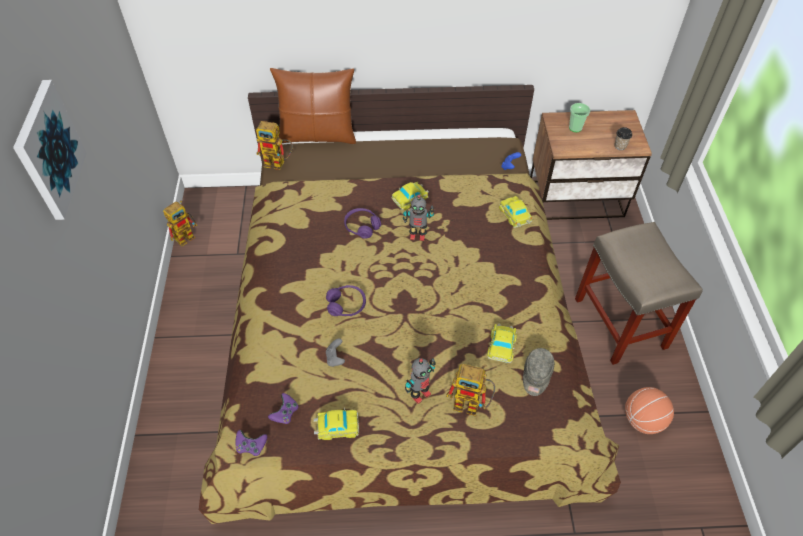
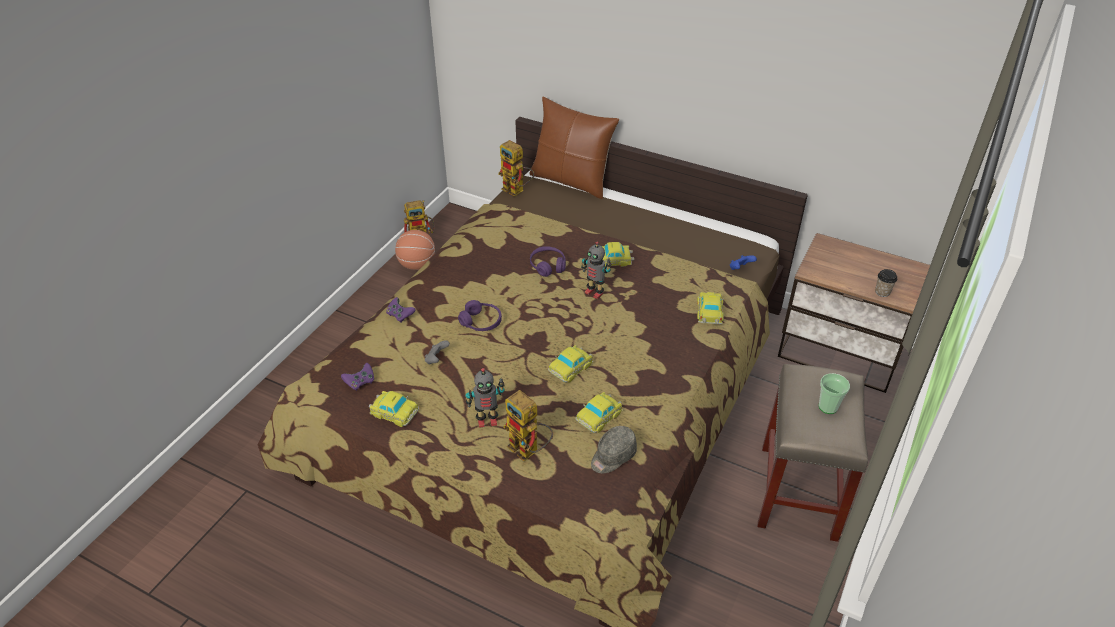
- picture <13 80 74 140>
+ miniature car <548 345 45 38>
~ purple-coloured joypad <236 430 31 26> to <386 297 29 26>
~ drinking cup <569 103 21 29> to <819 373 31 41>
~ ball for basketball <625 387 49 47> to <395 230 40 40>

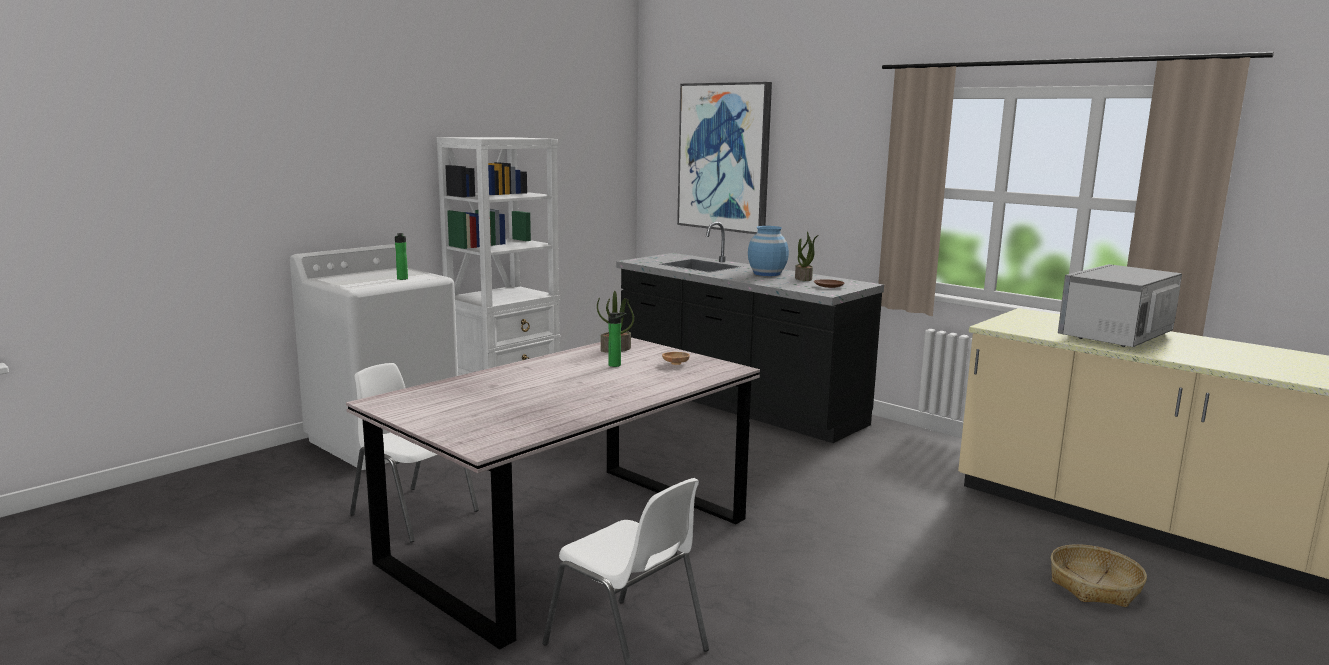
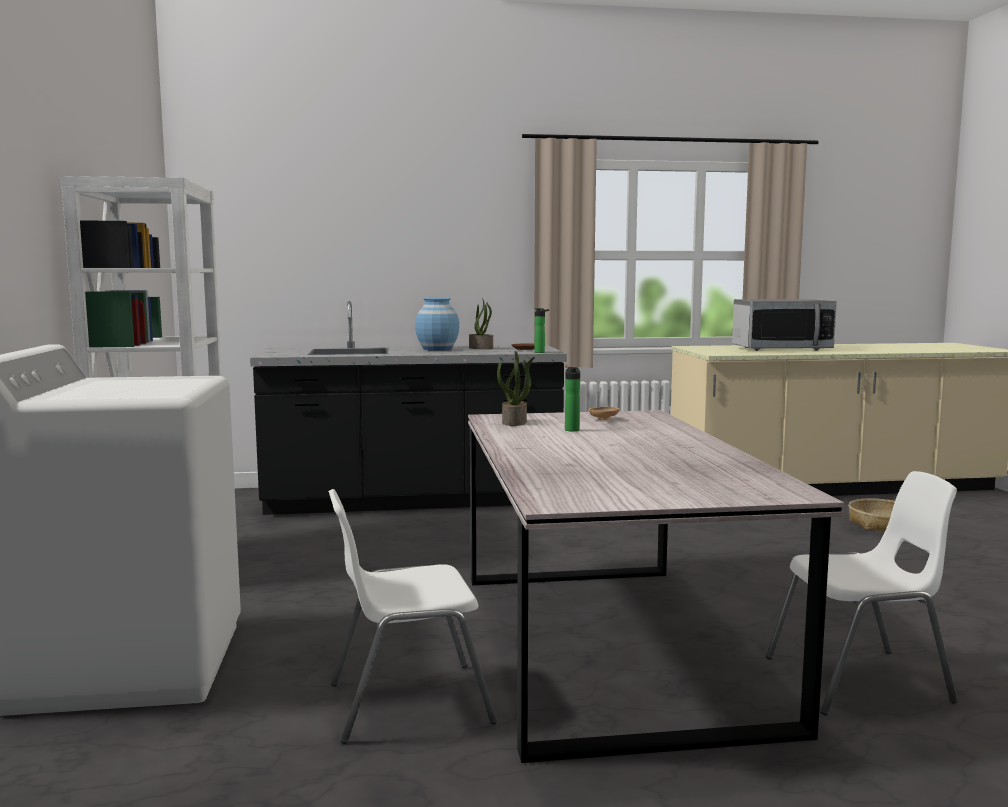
- picture <677 82 95 152>
~ drink bottle <395 233 13 47> to <535 308 14 45>
~ kitchen microwave <1058 264 124 83> = <732 299 105 52> 90 degrees counterclockwise

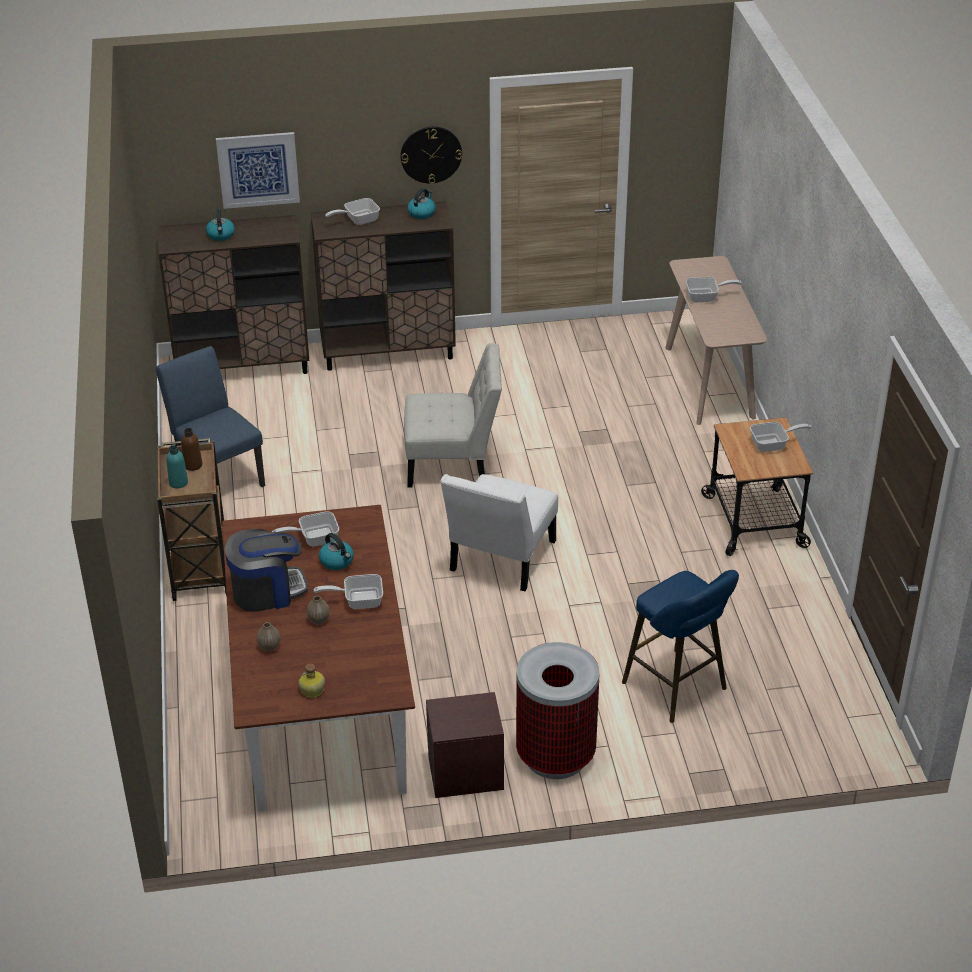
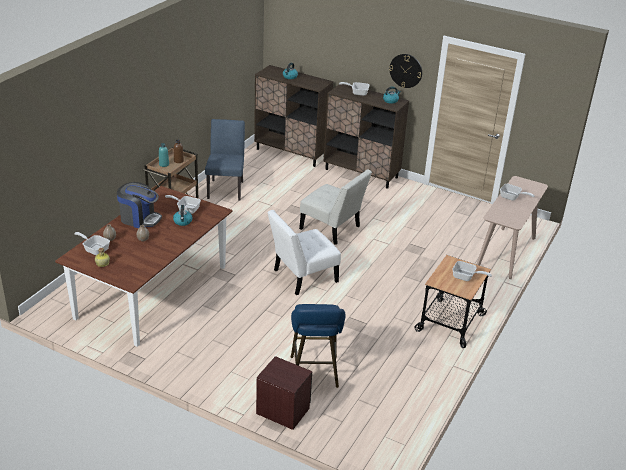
- picture <216 132 84 77>
- trash can <516 642 84 137>
~ pan <314 574 69 35> to <74 232 36 23>
~ brownish nightstand <426 692 78 106> to <256 356 56 74>

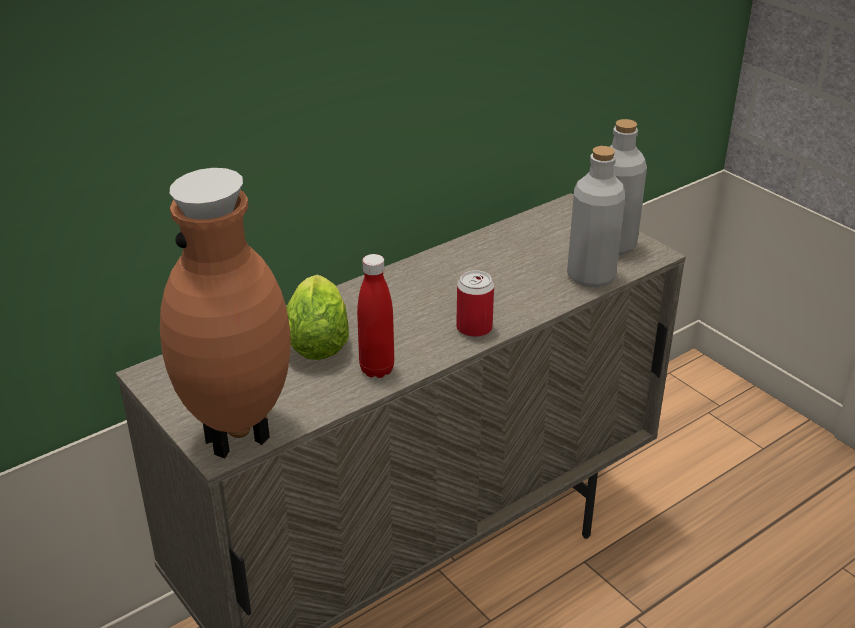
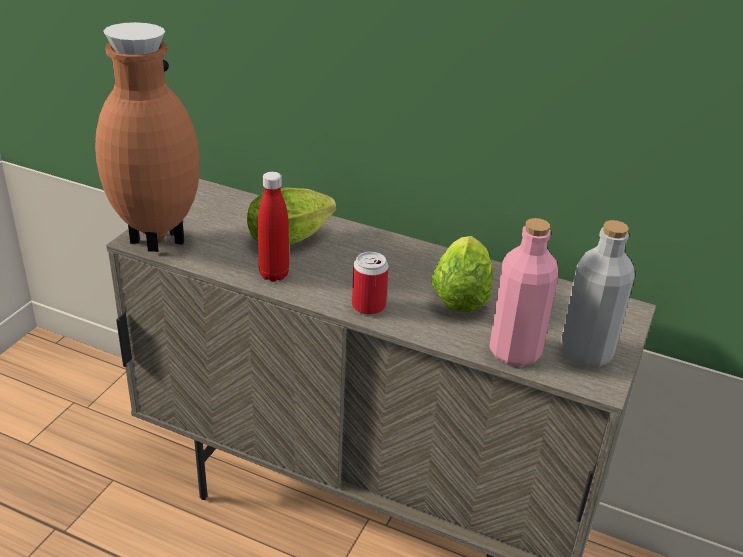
+ lettuce <431 236 62 76>
~ greyish drink bottle <567 146 58 141> to pink-coloured drink bottle <490 218 68 148>

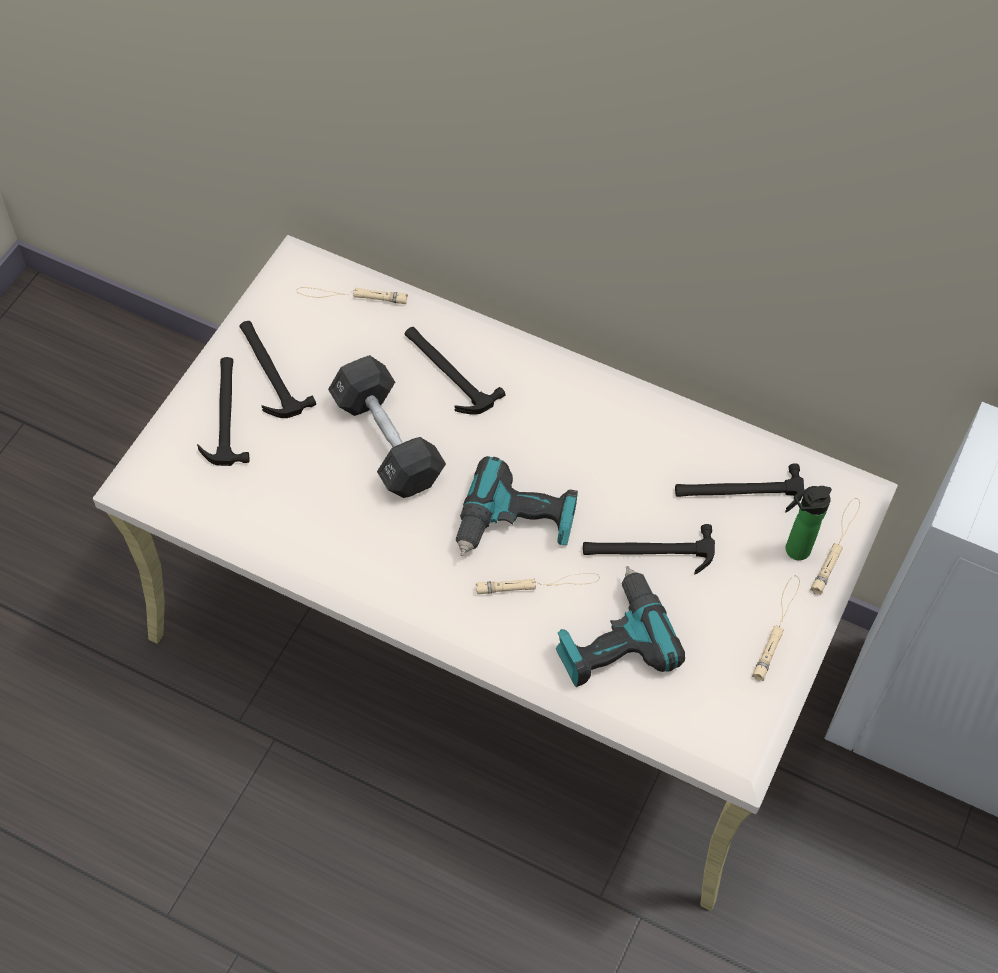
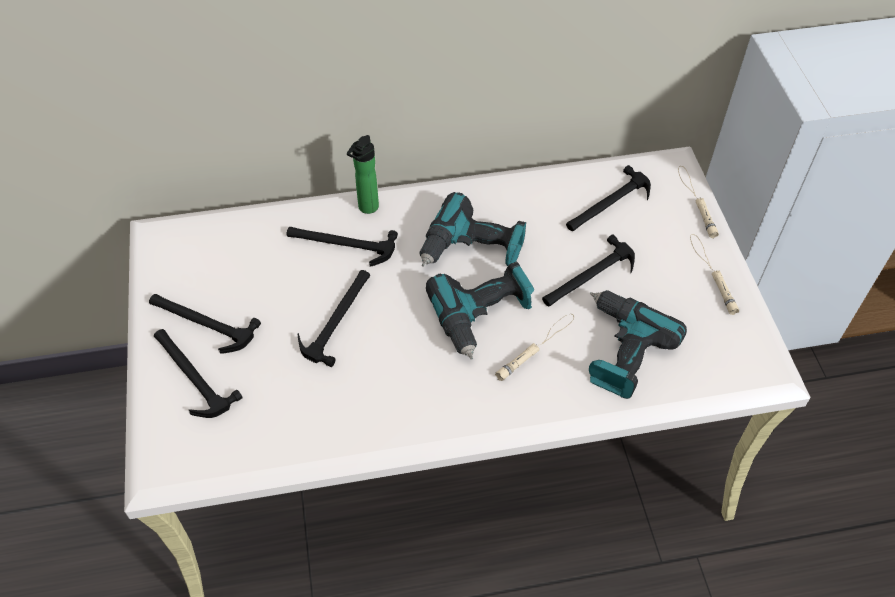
- sand-coloured hand torch <296 287 112 17>
+ power drill <419 192 107 75>
~ drink bottle <786 486 46 74> to <347 135 32 79>
~ blackish dumbbell <328 355 118 143> to hammer <298 270 72 97>

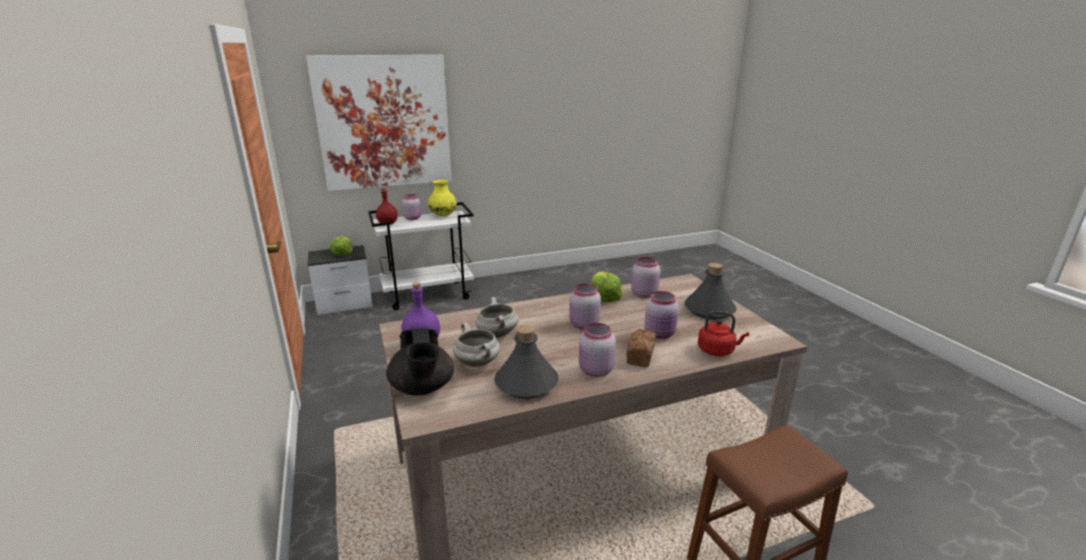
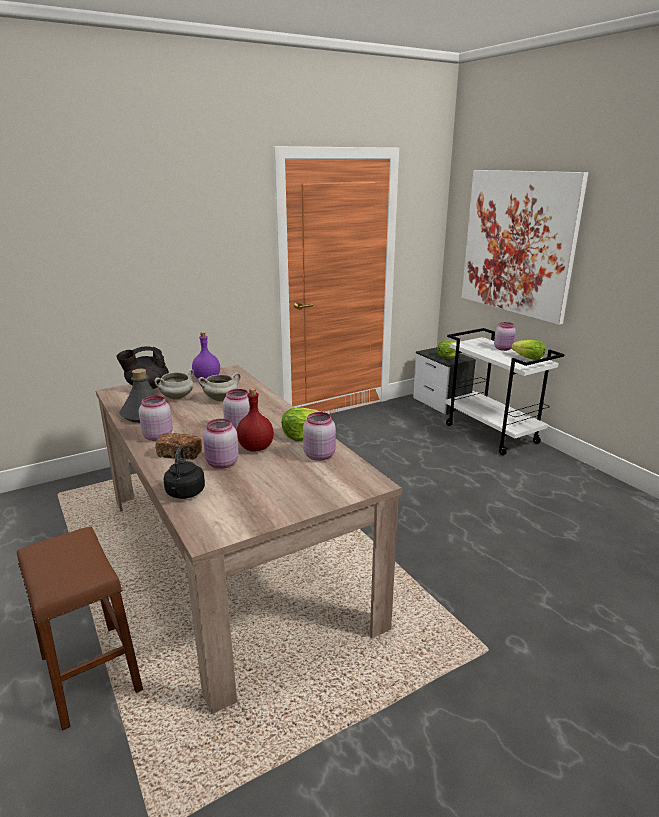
- greyish drink bottle <684 263 53 57>
~ red-coloured drink bottle <376 188 22 37> to <237 388 37 63>
~ yellow flower vase <428 180 29 36> to lettuce <511 340 34 20>
~ red-coloured water kettle <698 311 51 45> to blackish water kettle <164 446 41 53>

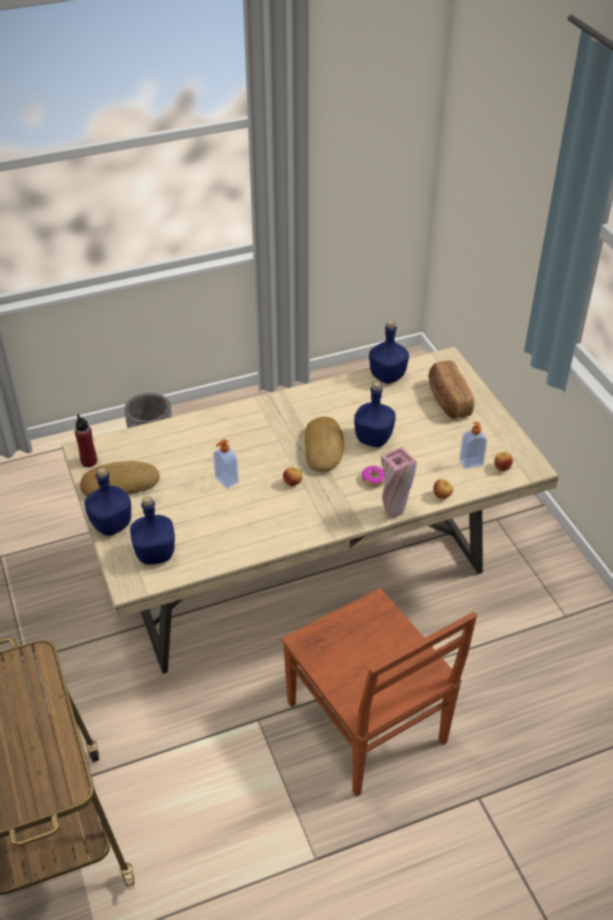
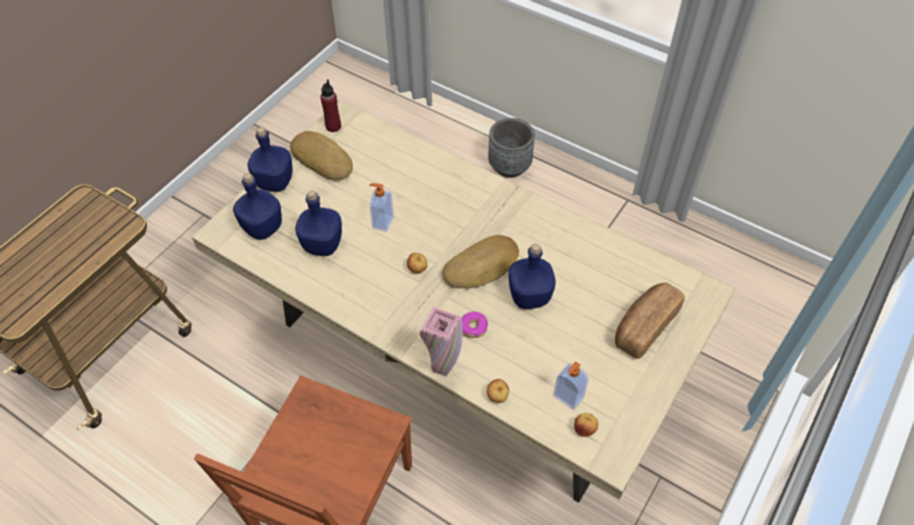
~ bluish drink bottle <369 321 40 63> to <295 190 47 66>

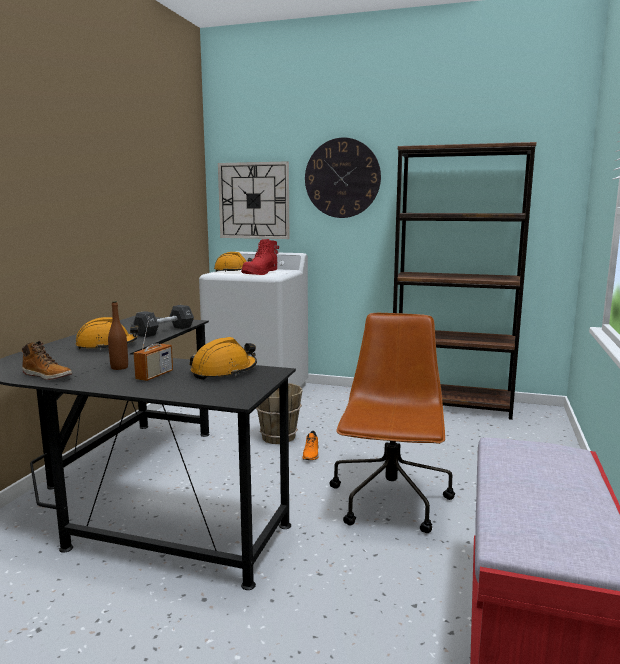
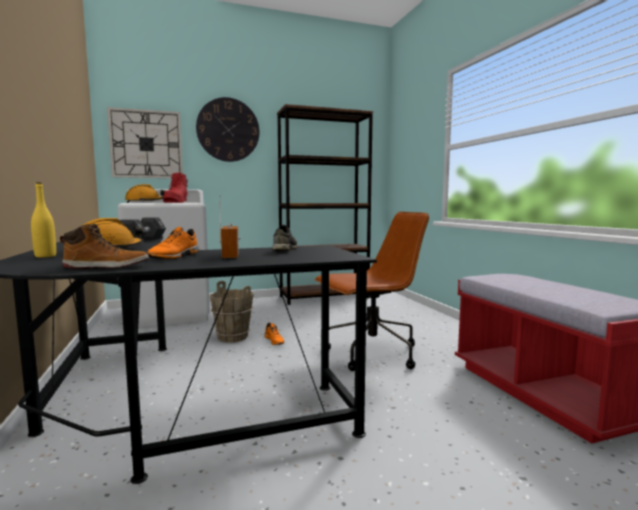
+ yellow drink bottle <31 182 25 76>
~ brownish drink bottle <108 301 20 69> to orangey low shoe <147 227 52 32>
~ orangey hard hat <190 337 67 43> to greyish low shoe <272 225 26 26>
~ brownish office chair <330 313 125 220> = <315 212 114 159> 90 degrees clockwise

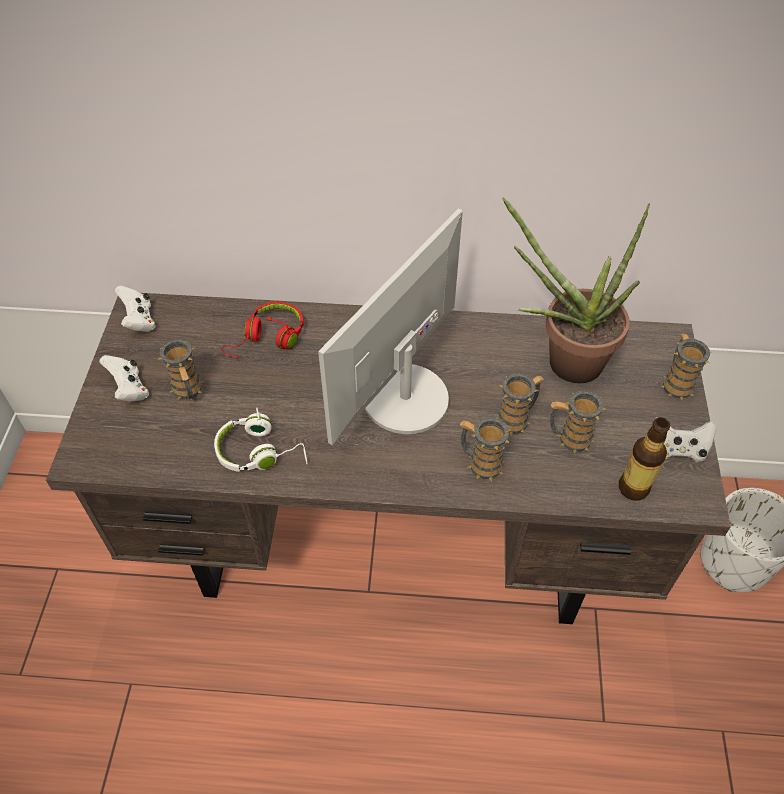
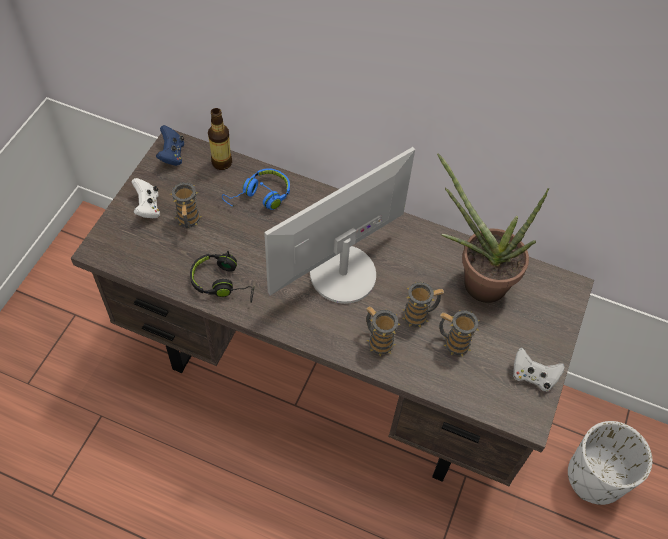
- tea mug <660 333 51 68>
~ drink bottle <619 417 51 84> to <208 108 24 62>
~ whitish joypad <115 286 40 46> to bluish joypad <156 125 28 41>
~ whitish headset <214 408 94 64> to blackish headset <190 251 64 52>
~ red-coloured headset <222 302 82 56> to bluish headset <222 168 68 42>

